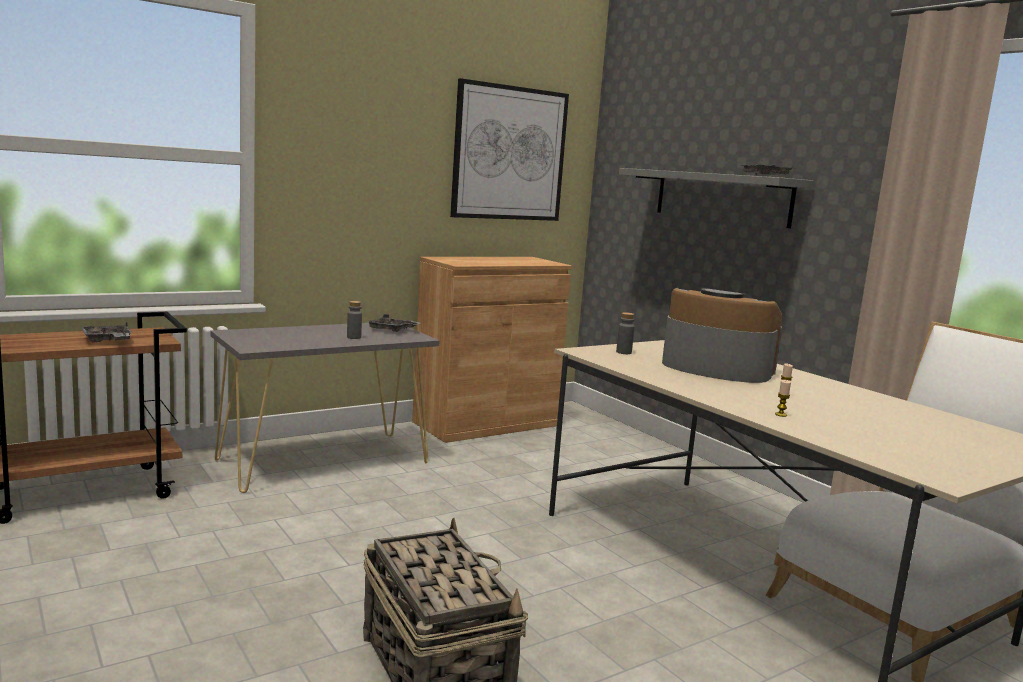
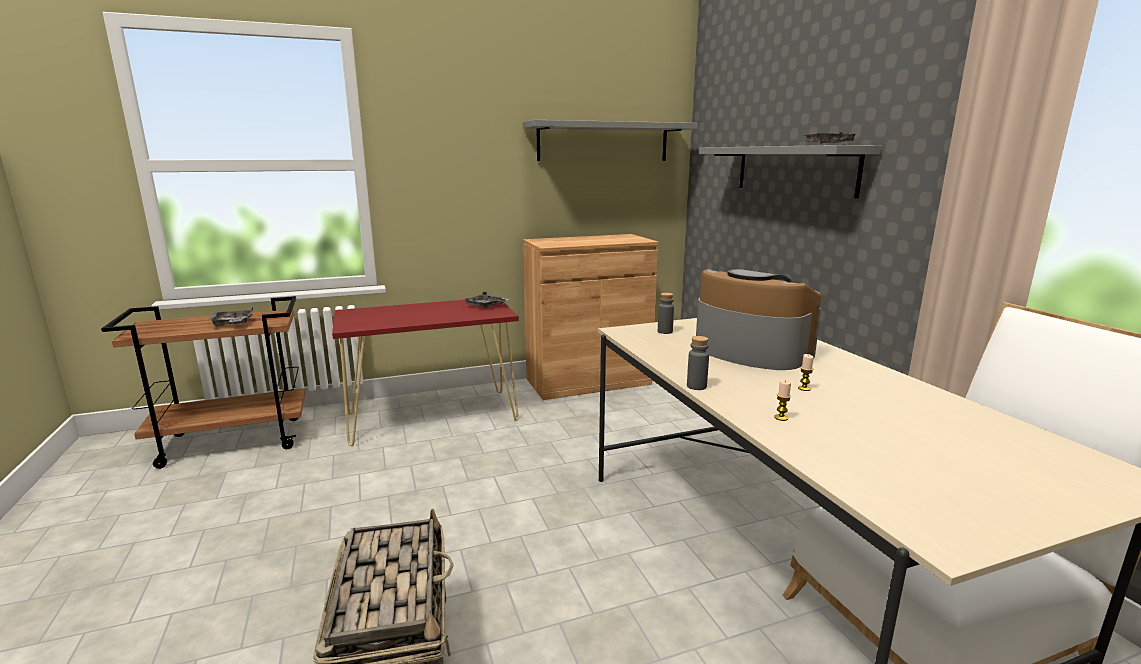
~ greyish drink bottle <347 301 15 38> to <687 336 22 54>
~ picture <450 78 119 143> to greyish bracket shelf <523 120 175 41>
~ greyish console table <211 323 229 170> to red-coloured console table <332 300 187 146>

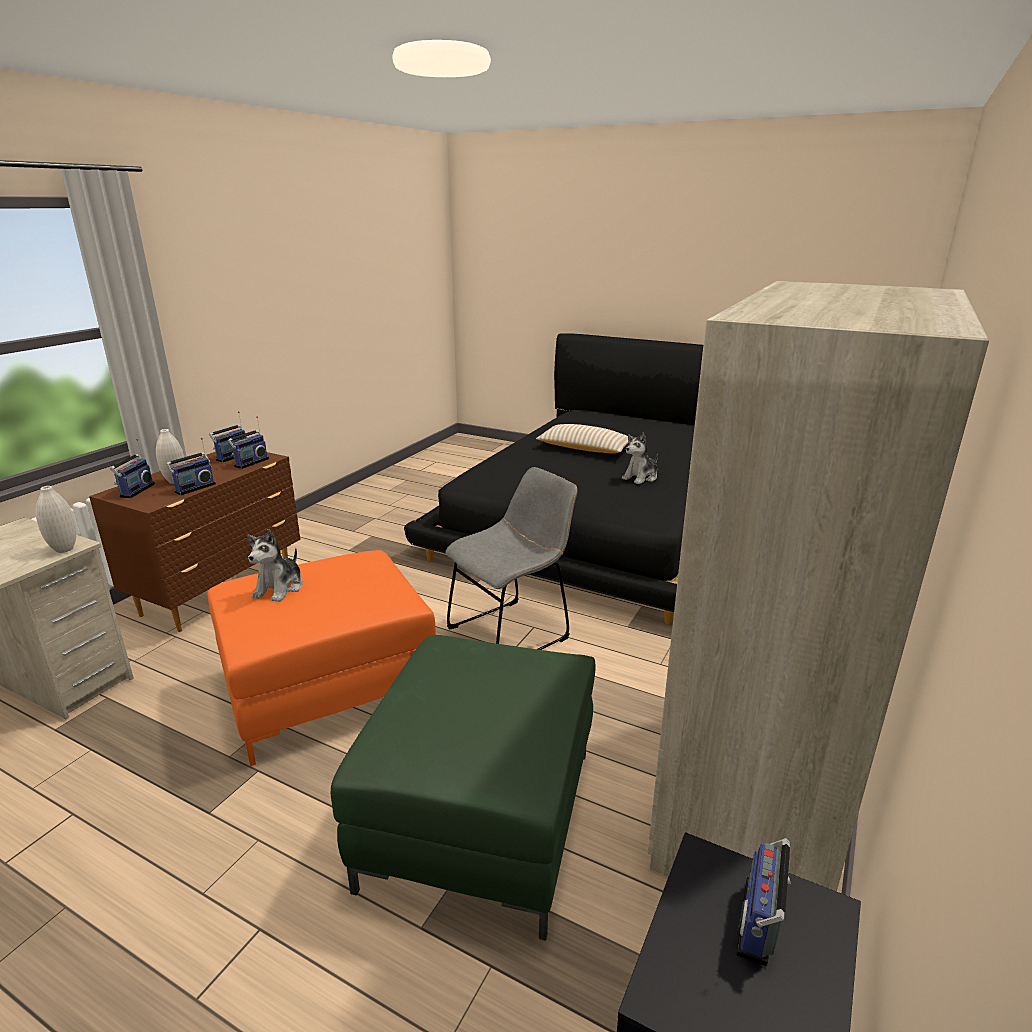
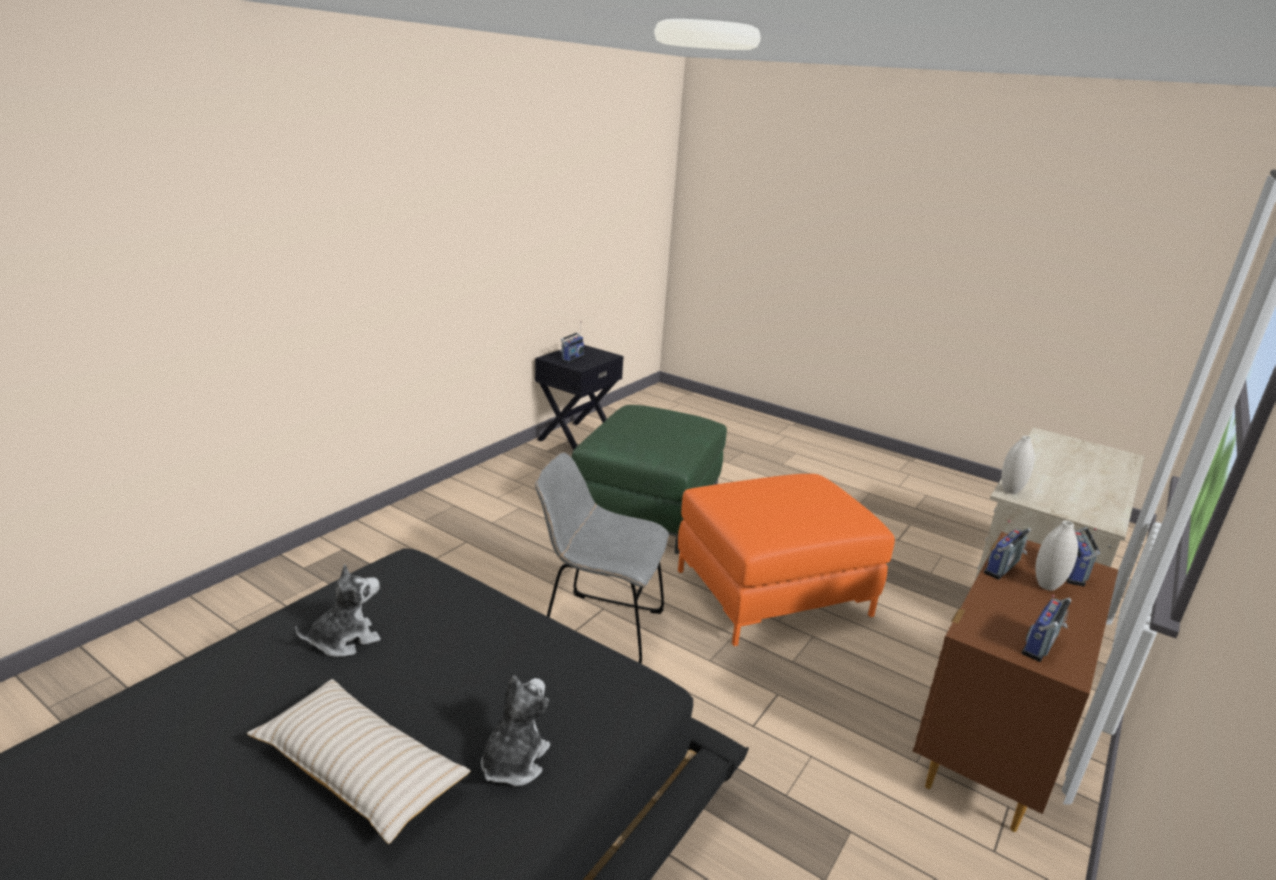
- radio set <228 416 41 53>
- sand-coloured wardrobe <647 281 342 611>
~ plush toy <247 529 56 73> to <481 675 69 111>
~ greyish chair <445 467 133 183> = <535 452 134 212> 45 degrees clockwise

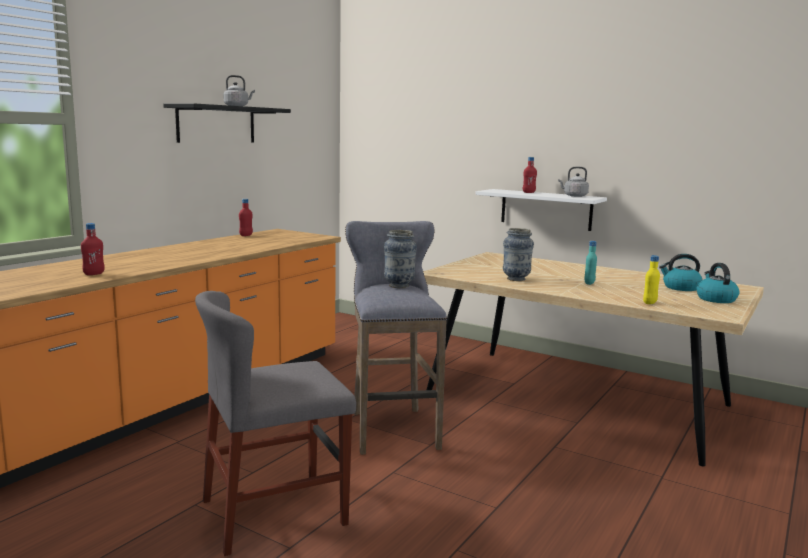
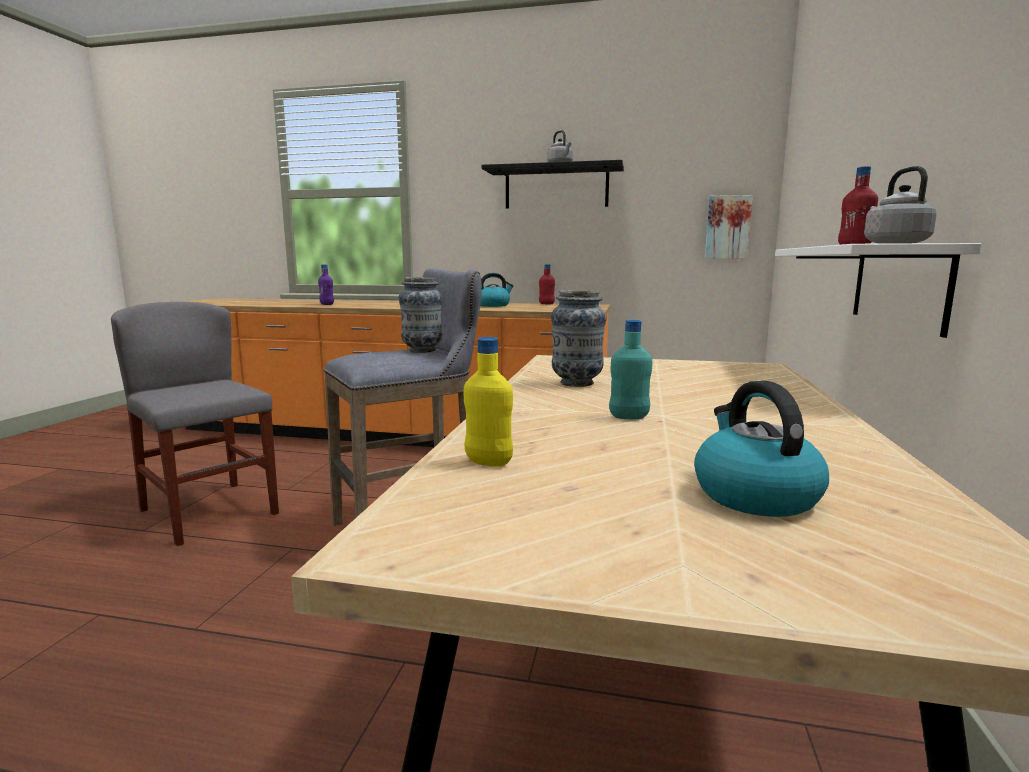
+ picture <705 195 48 64>
~ water kettle <697 263 43 40> to <480 273 34 34>
~ red-coloured drink bottle <81 223 24 52> to purple-coloured drink bottle <318 264 16 41>

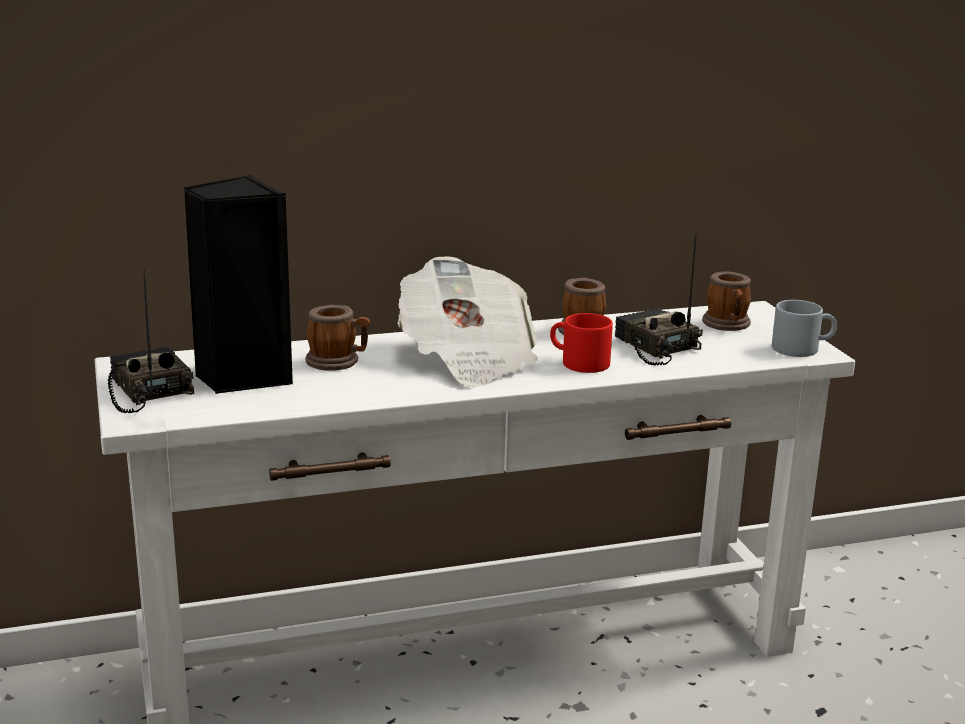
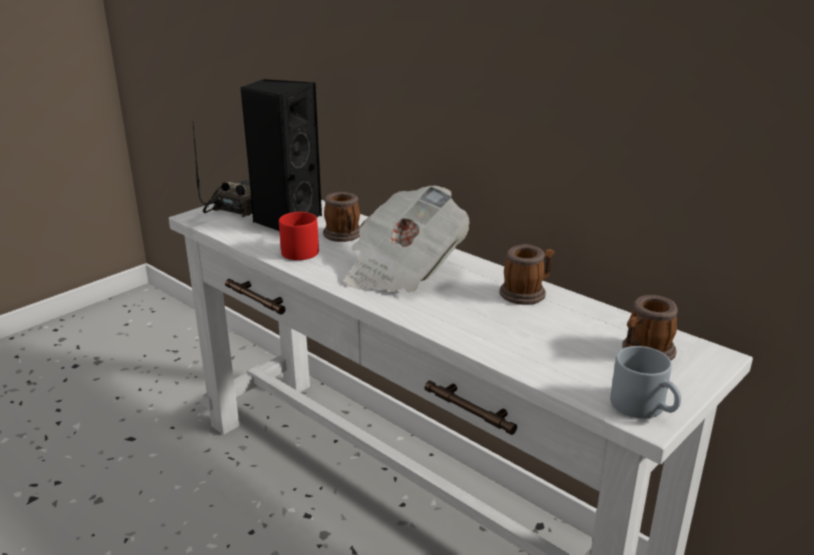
- radio set <615 234 88 132>
~ red-coloured tea mug <550 313 63 60> to <279 212 40 48>

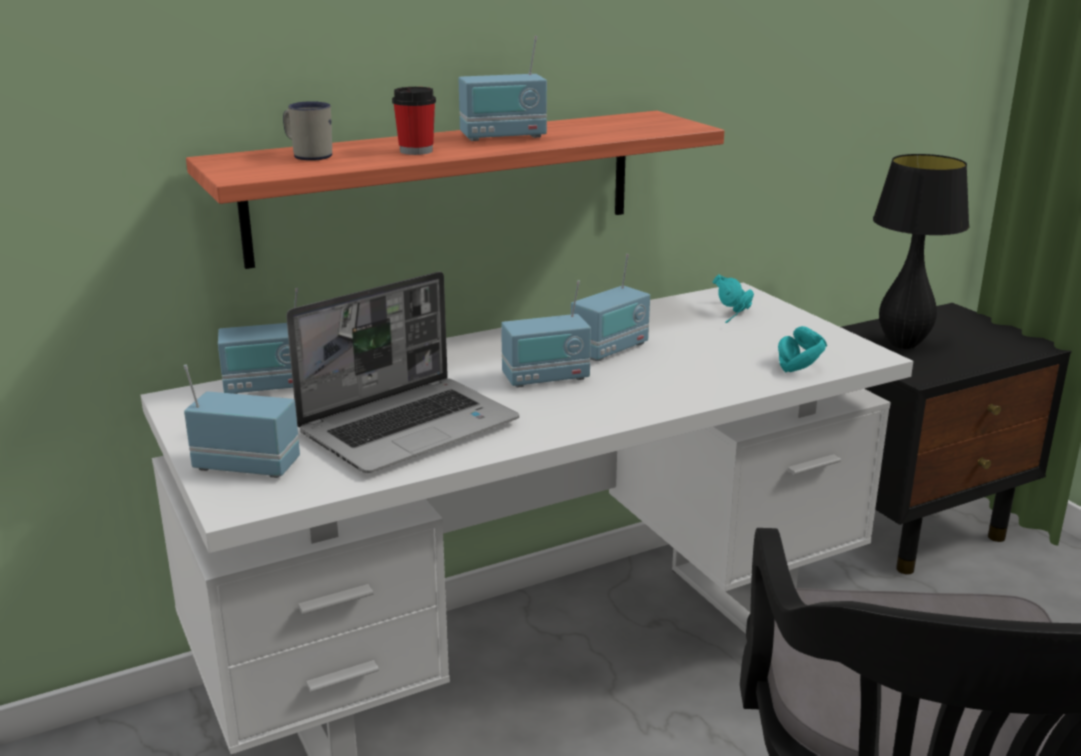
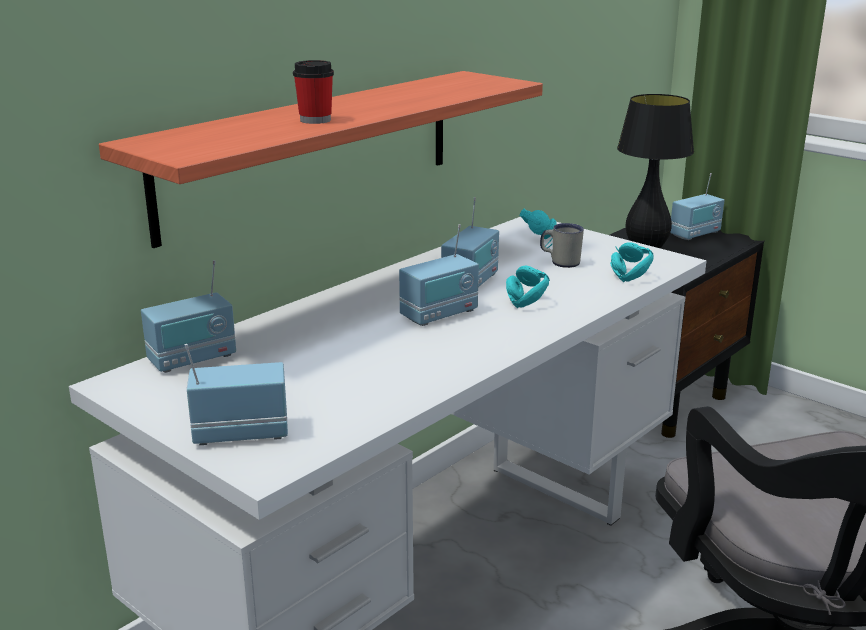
- laptop <286 272 233 201>
+ turquoise headset <506 266 44 42>
~ whitish tea mug <283 101 49 60> to <540 223 44 45>
~ radio set <459 36 88 105> to <670 173 55 67>

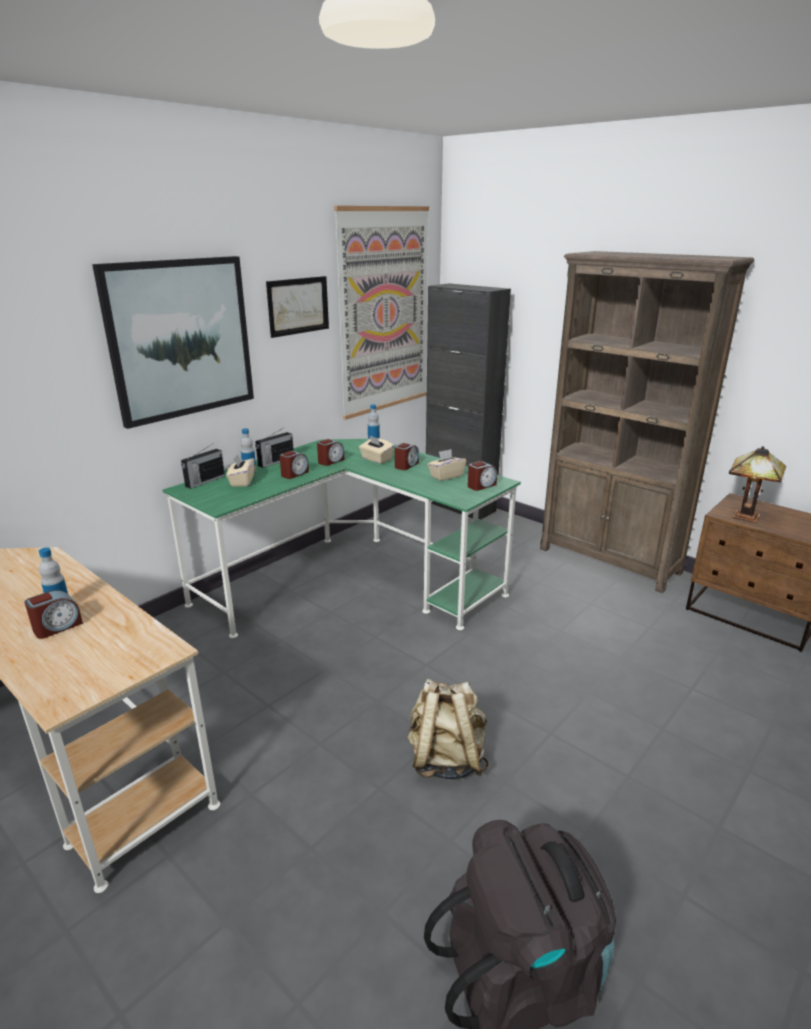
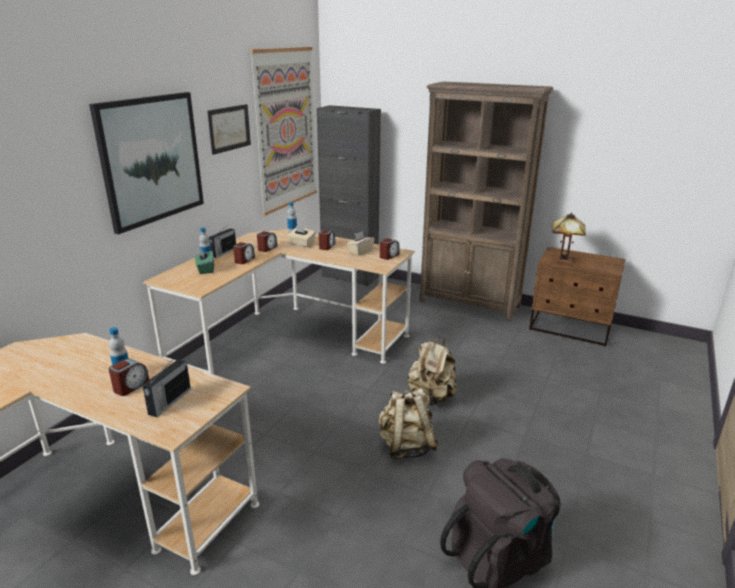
+ sand-coloured knapsack <408 337 49 69>
~ radio set <181 443 44 46> to <142 355 49 62>
~ green desk unit <162 439 359 199> to sand-coloured desk unit <143 229 272 145>
~ sand-coloured tissue box <226 454 28 33> to green tissue box <195 249 19 25>

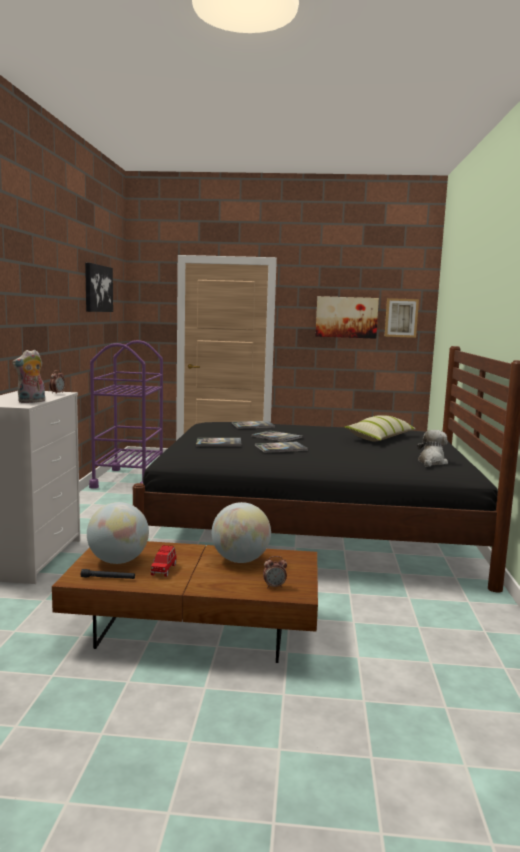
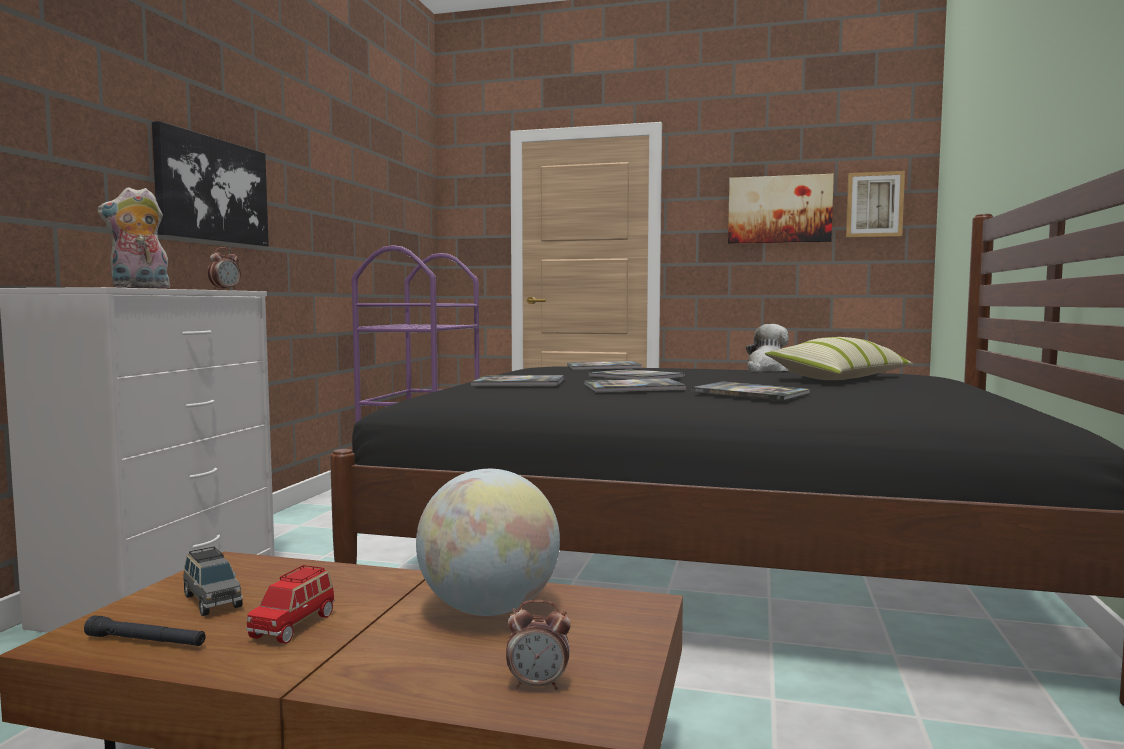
+ bound book <692 382 118 19>
~ picture <85 262 28 50> to <152 121 117 126>
~ plush toy <417 430 31 37> to <746 324 43 48>
~ desk globe <87 502 62 62> to greyish miniature car <183 547 60 69>

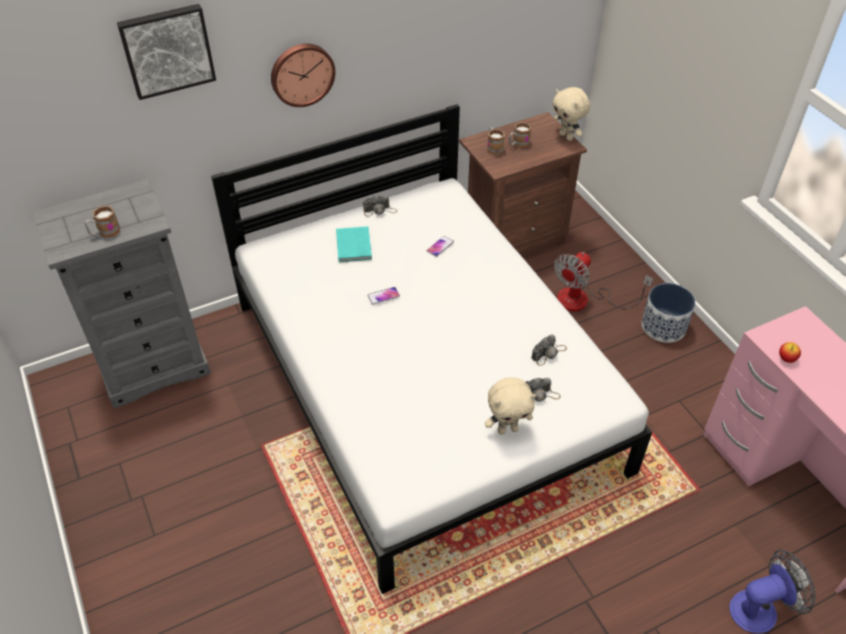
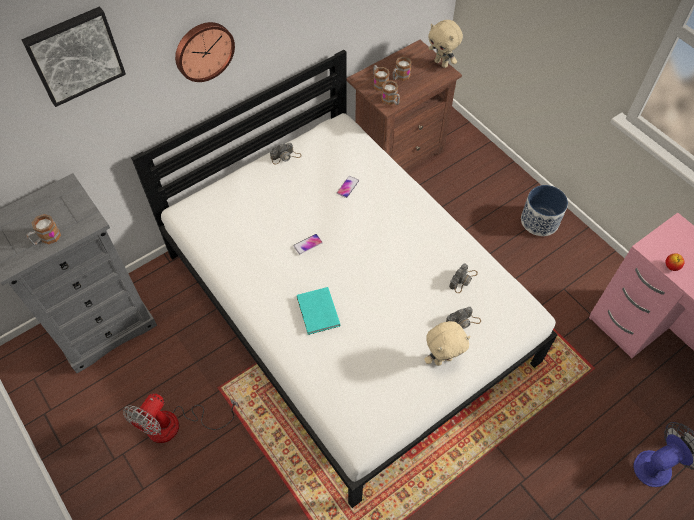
+ tea mug <381 80 19 25>
~ turquoise bound book <336 226 36 36> to <297 287 43 48>
~ electric fan <554 252 99 59> to <123 394 116 49>

